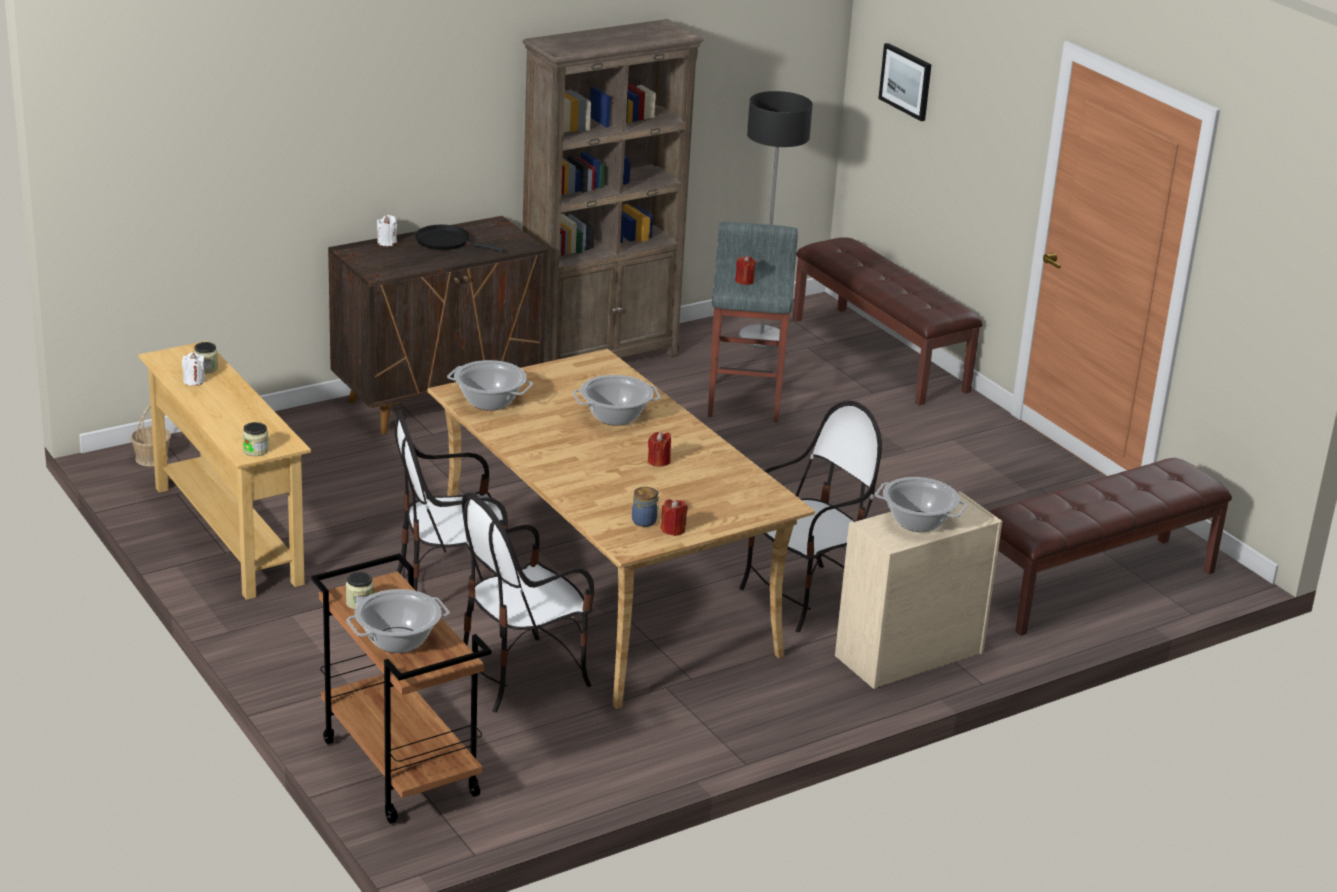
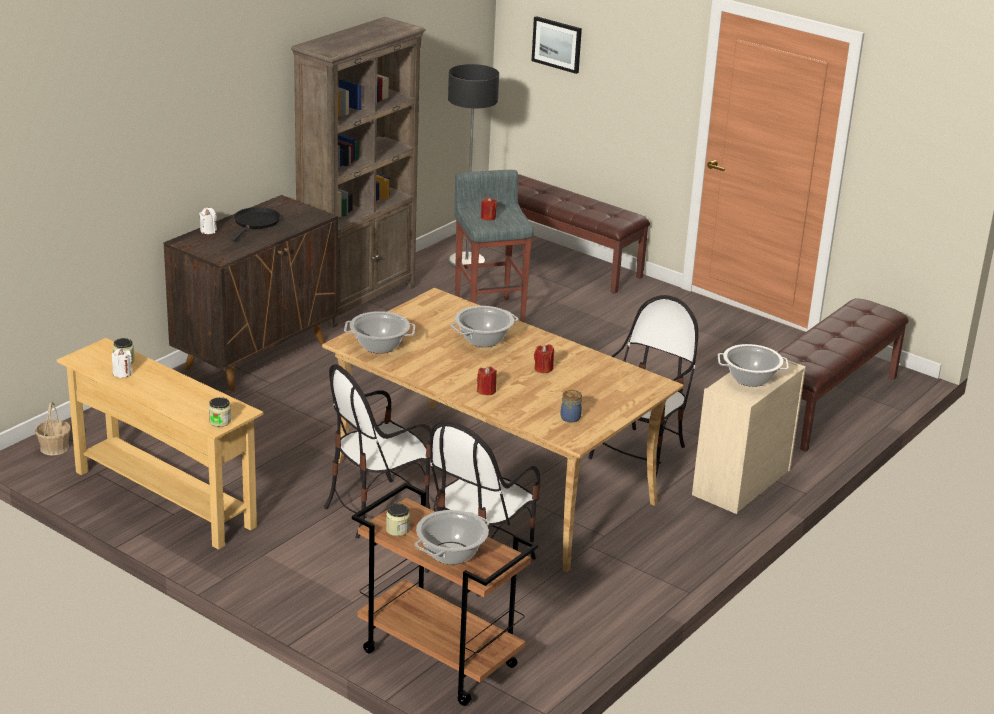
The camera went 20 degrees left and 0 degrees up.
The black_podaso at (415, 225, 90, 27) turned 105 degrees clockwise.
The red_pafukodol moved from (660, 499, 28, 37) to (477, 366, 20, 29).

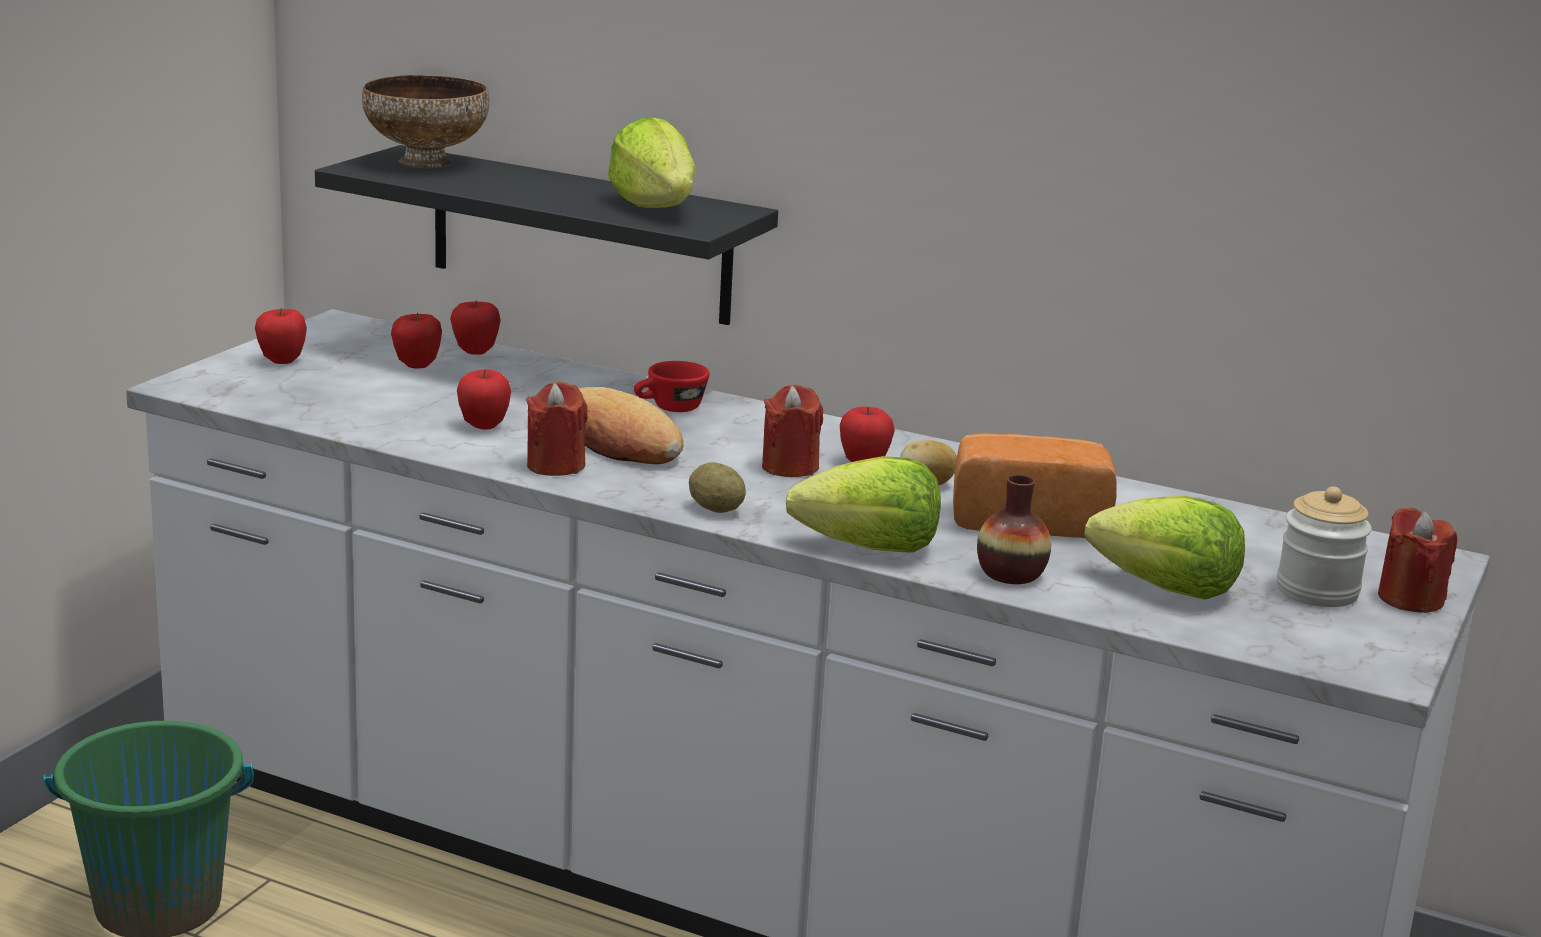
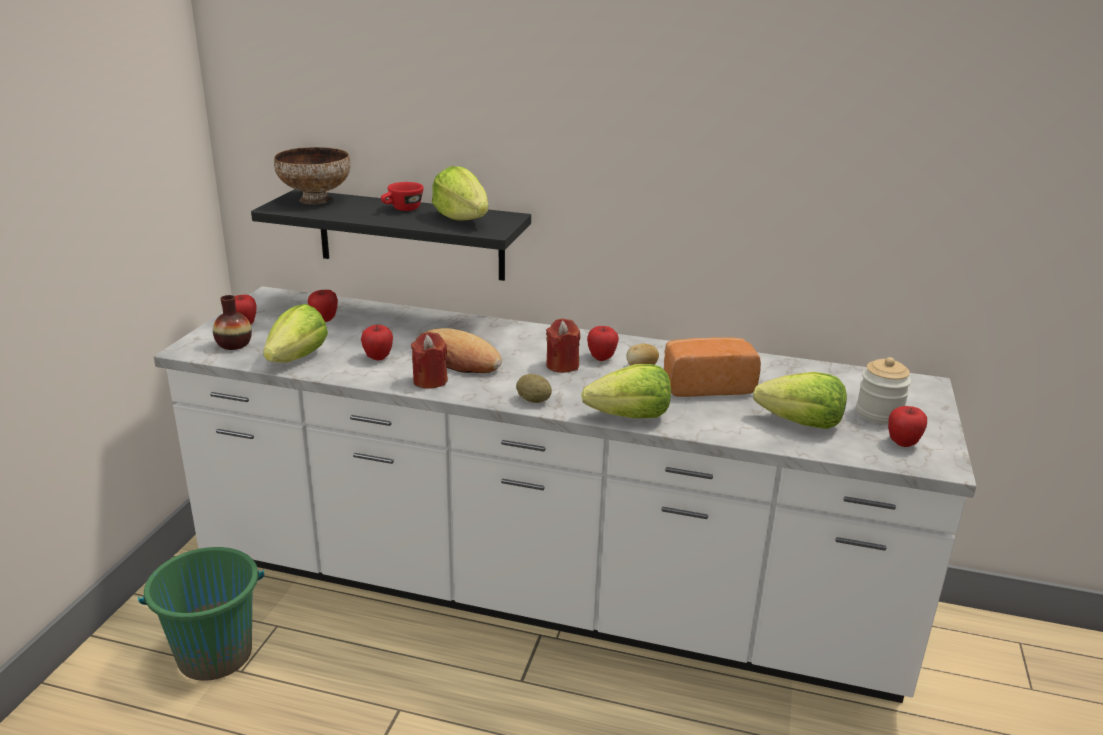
The camera went 10 degrees left and 5 degrees up.
The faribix moved from (450, 300, 51, 55) to (888, 406, 39, 41).
The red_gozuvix moved from (634, 361, 76, 51) to (381, 182, 43, 29).
The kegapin moved from (977, 475, 74, 109) to (213, 295, 39, 55).
The red_pafukodol at (1378, 507, 79, 106) disappeared.
The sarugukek at (263, 304, 65, 59) appeared.

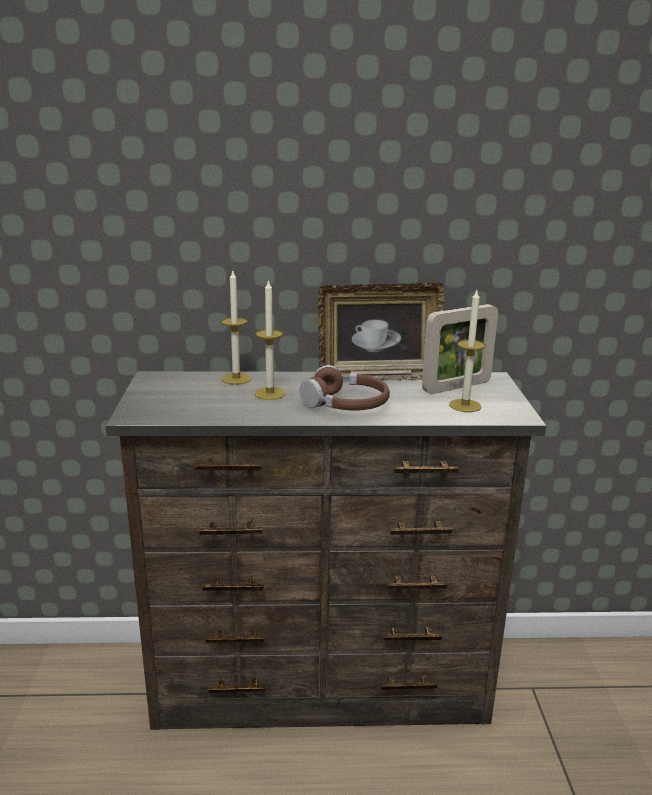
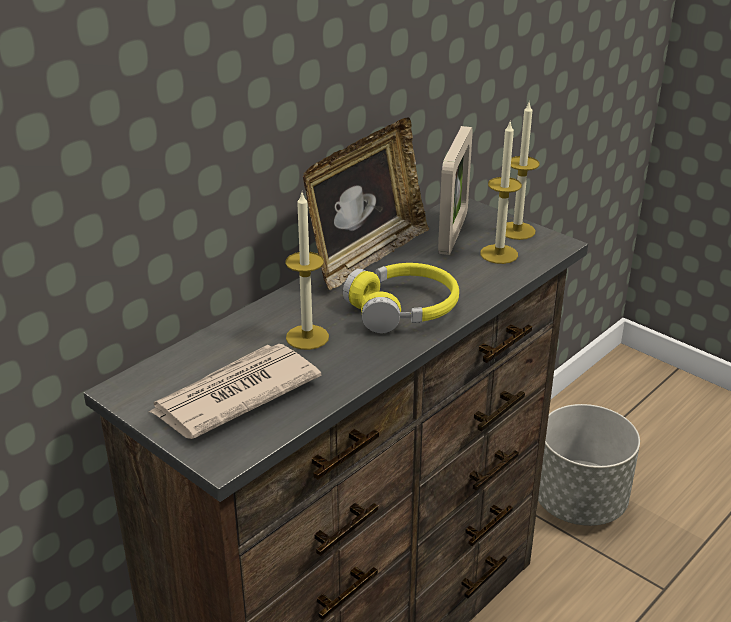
The camera went 45 degrees left and 10 degrees up.
The pafukodol moved from (222, 271, 29, 114) to (505, 103, 35, 137).
The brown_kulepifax at (300, 365, 90, 46) became the yellow_kulepifax at (343, 263, 116, 70).
The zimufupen at (149, 344, 172, 95) appeared.
The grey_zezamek at (538, 404, 102, 122) appeared.

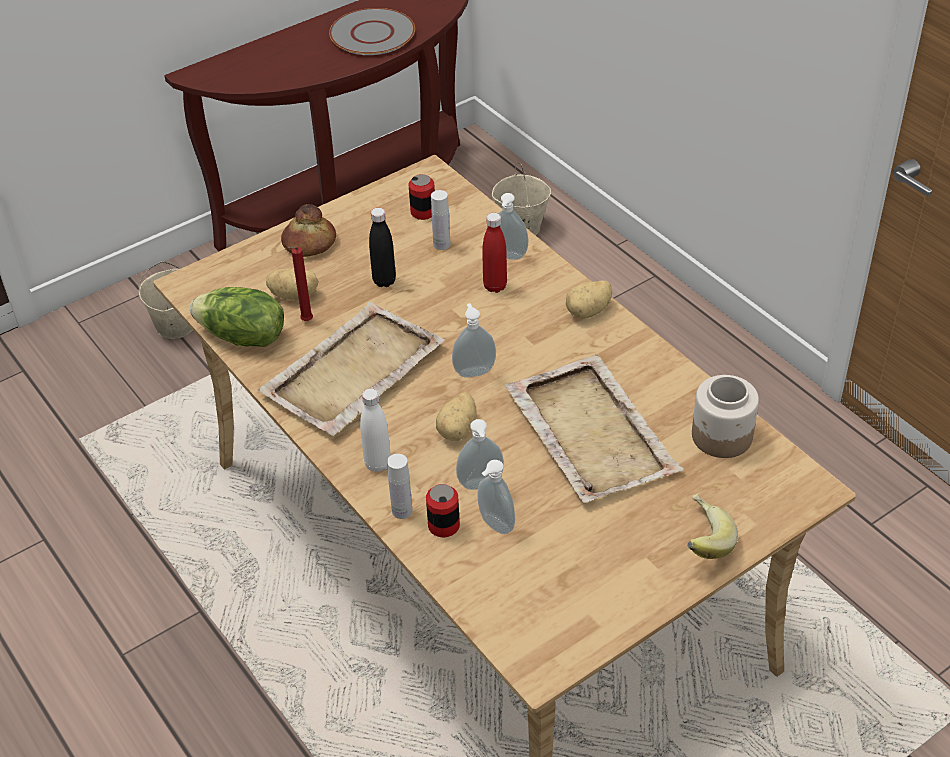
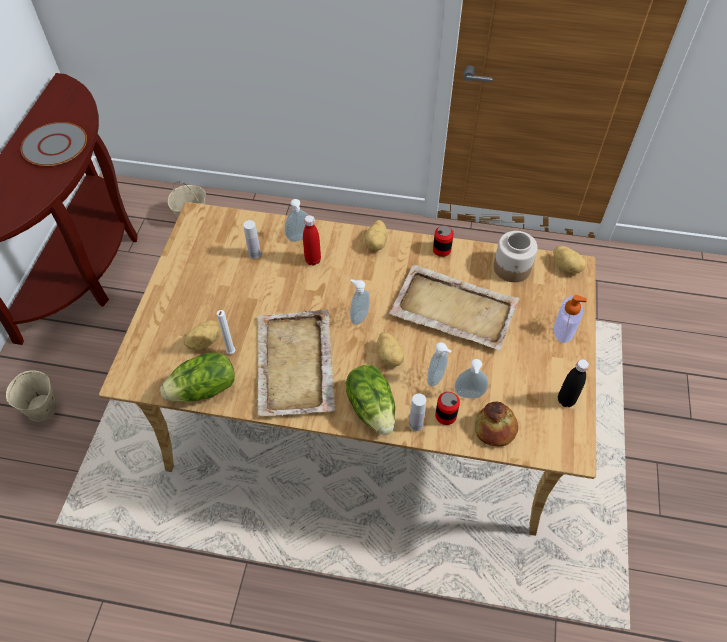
The camera went 45 degrees left and 10 degrees up.
The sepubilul moved from (281, 204, 55, 53) to (475, 402, 43, 44).
The red_pafukodol at (288, 247, 25, 74) became the white_pafukodol at (216, 310, 19, 44).
The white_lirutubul at (360, 388, 31, 84) was replaced by the sarugukek at (346, 365, 49, 70).
The black_lirutubul moved from (369, 208, 27, 79) to (558, 359, 31, 48).
The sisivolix moved from (409, 174, 26, 46) to (433, 226, 21, 31).
The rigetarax at (687, 494, 51, 65) was replaced by the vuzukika at (554, 295, 33, 48).
The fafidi at (553, 246, 33, 28) appeared.

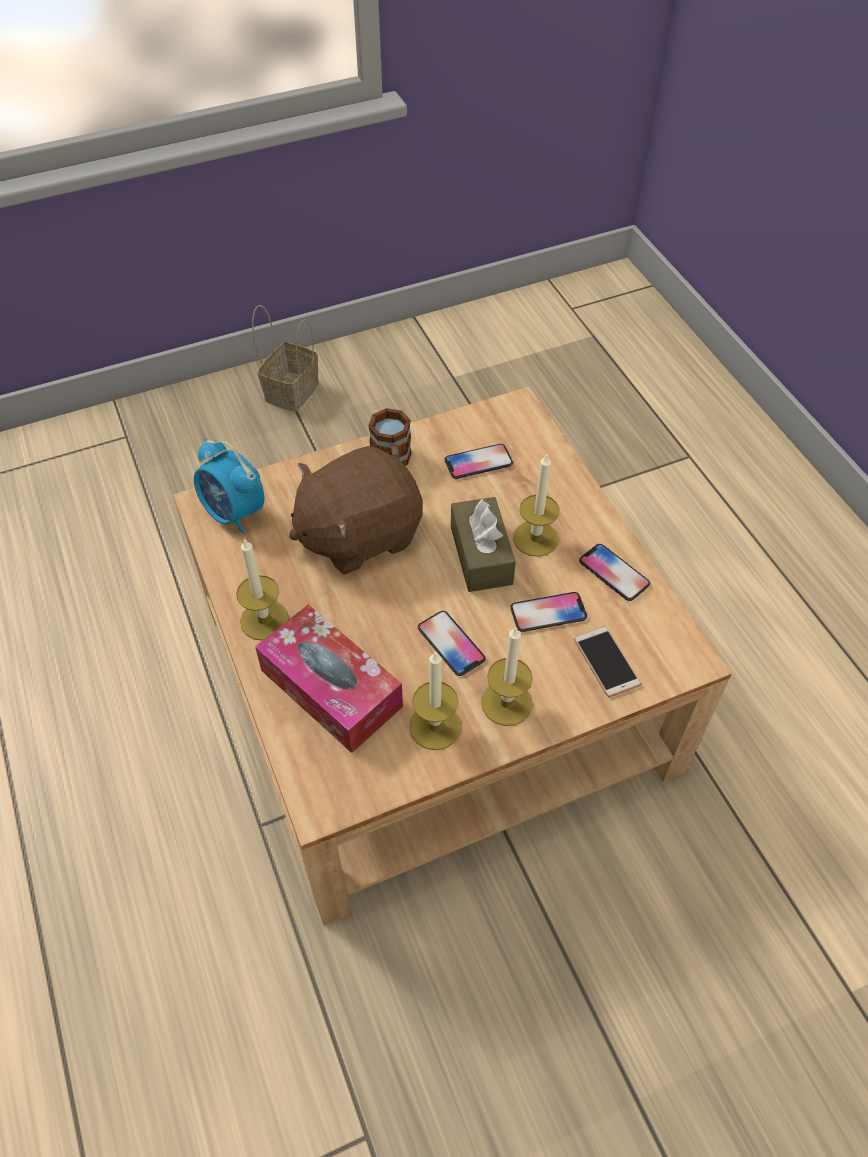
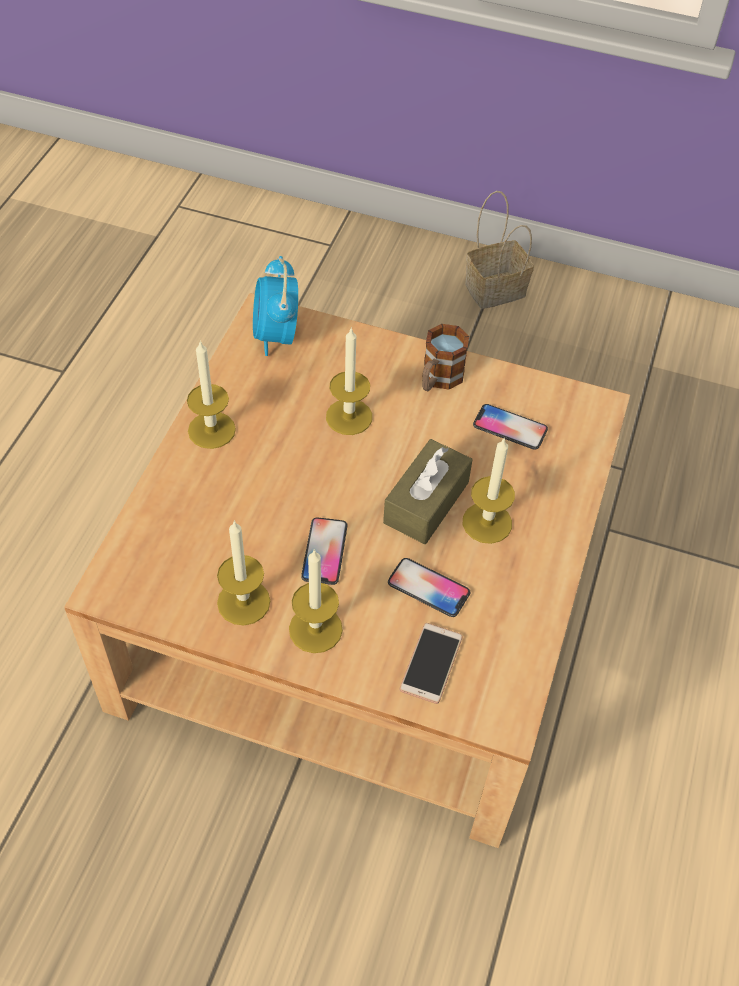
The camera went 40 degrees right and 0 degrees up.
The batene at (255, 605, 148, 148) disappeared.
The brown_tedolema at (289, 446, 134, 129) was replaced by the pafukodol at (326, 327, 46, 108).
The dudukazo at (579, 544, 71, 57) disappeared.

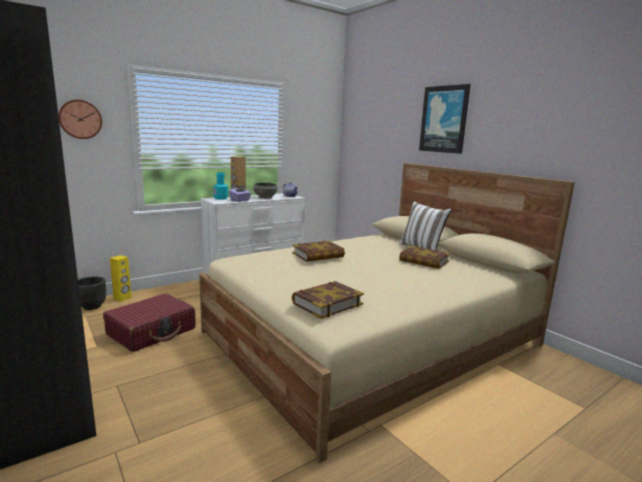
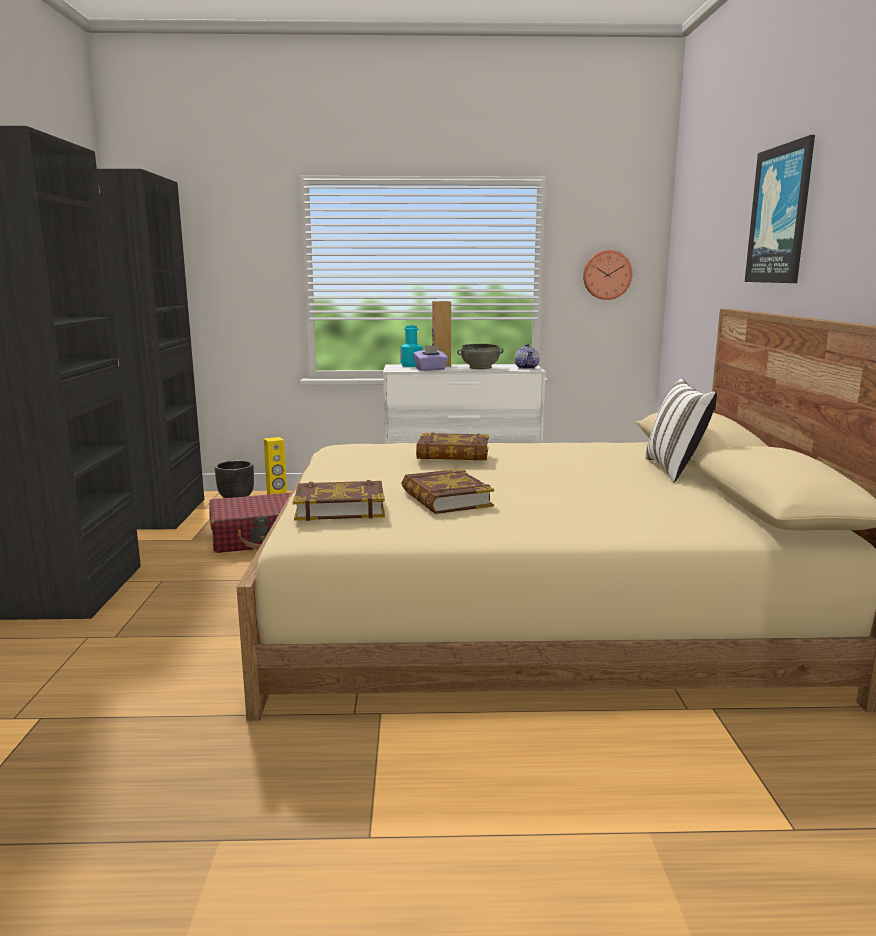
The camera went 35 degrees right and 0 degrees up.
The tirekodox moved from (58, 100, 44, 39) to (583, 250, 49, 50).
The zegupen moved from (399, 246, 51, 23) to (401, 469, 93, 45).

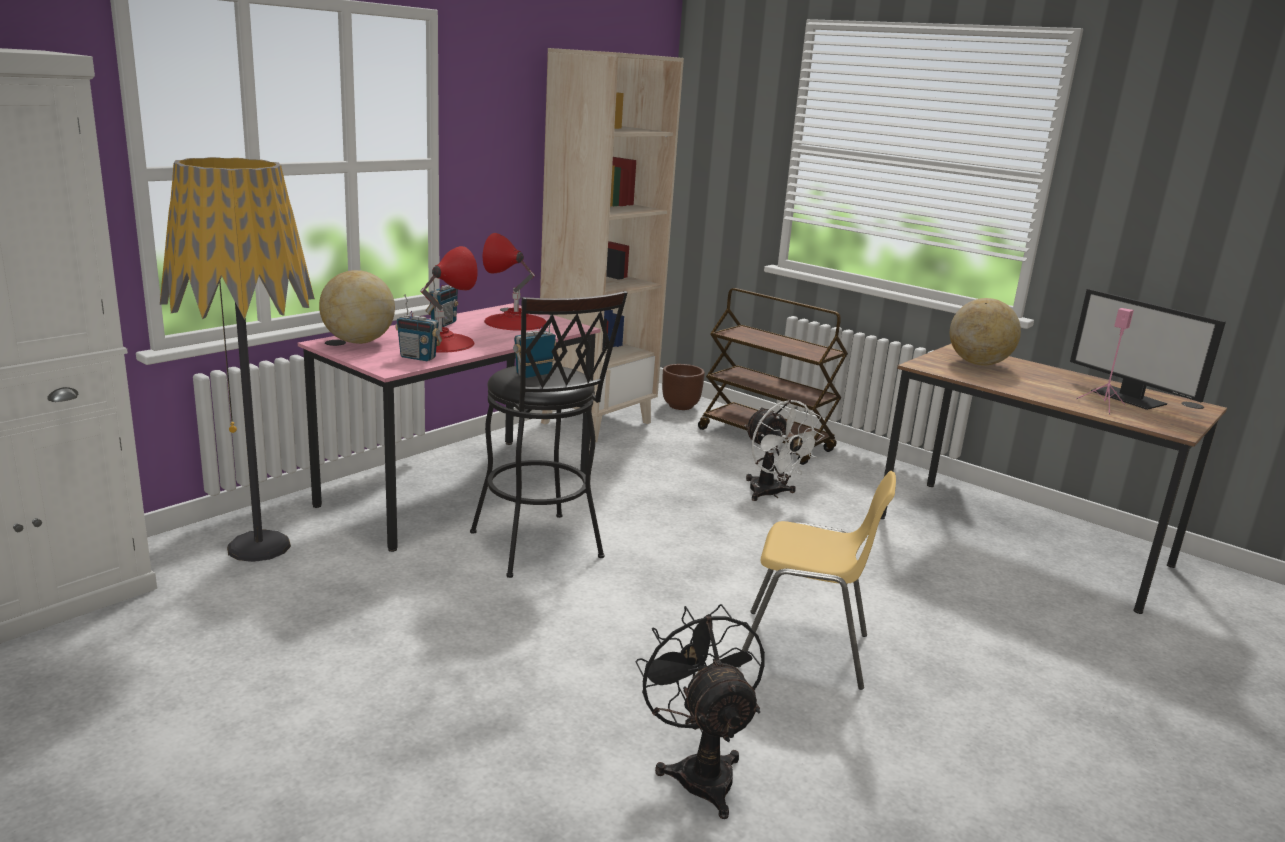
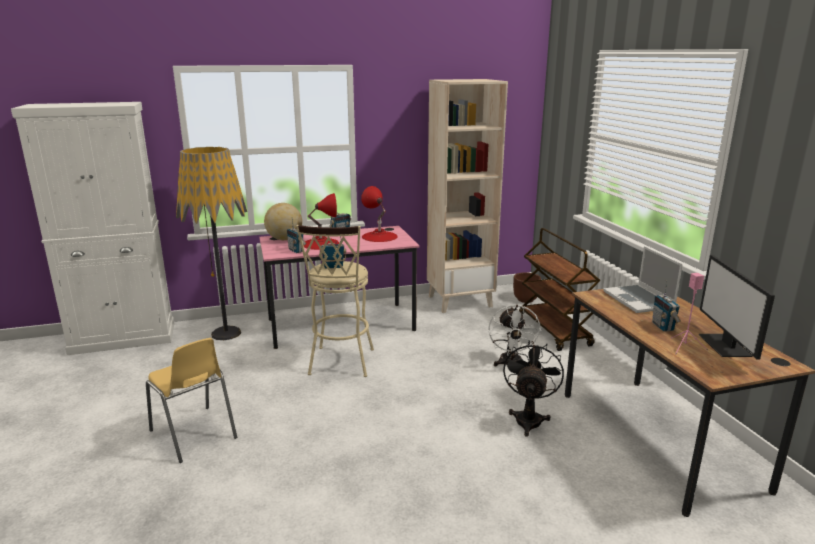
The camera went 35 degrees right and 0 degrees up.
The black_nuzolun at (470, 291, 157, 287) became the beige_nuzolun at (296, 225, 78, 152).
The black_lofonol moved from (636, 604, 129, 215) to (503, 340, 61, 97).
The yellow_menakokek moved from (738, 471, 158, 219) to (146, 338, 91, 125).
The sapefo at (950, 298, 71, 67) was replaced by the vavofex at (603, 246, 80, 67).
The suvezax at (652, 281, 29, 51) appeared.

